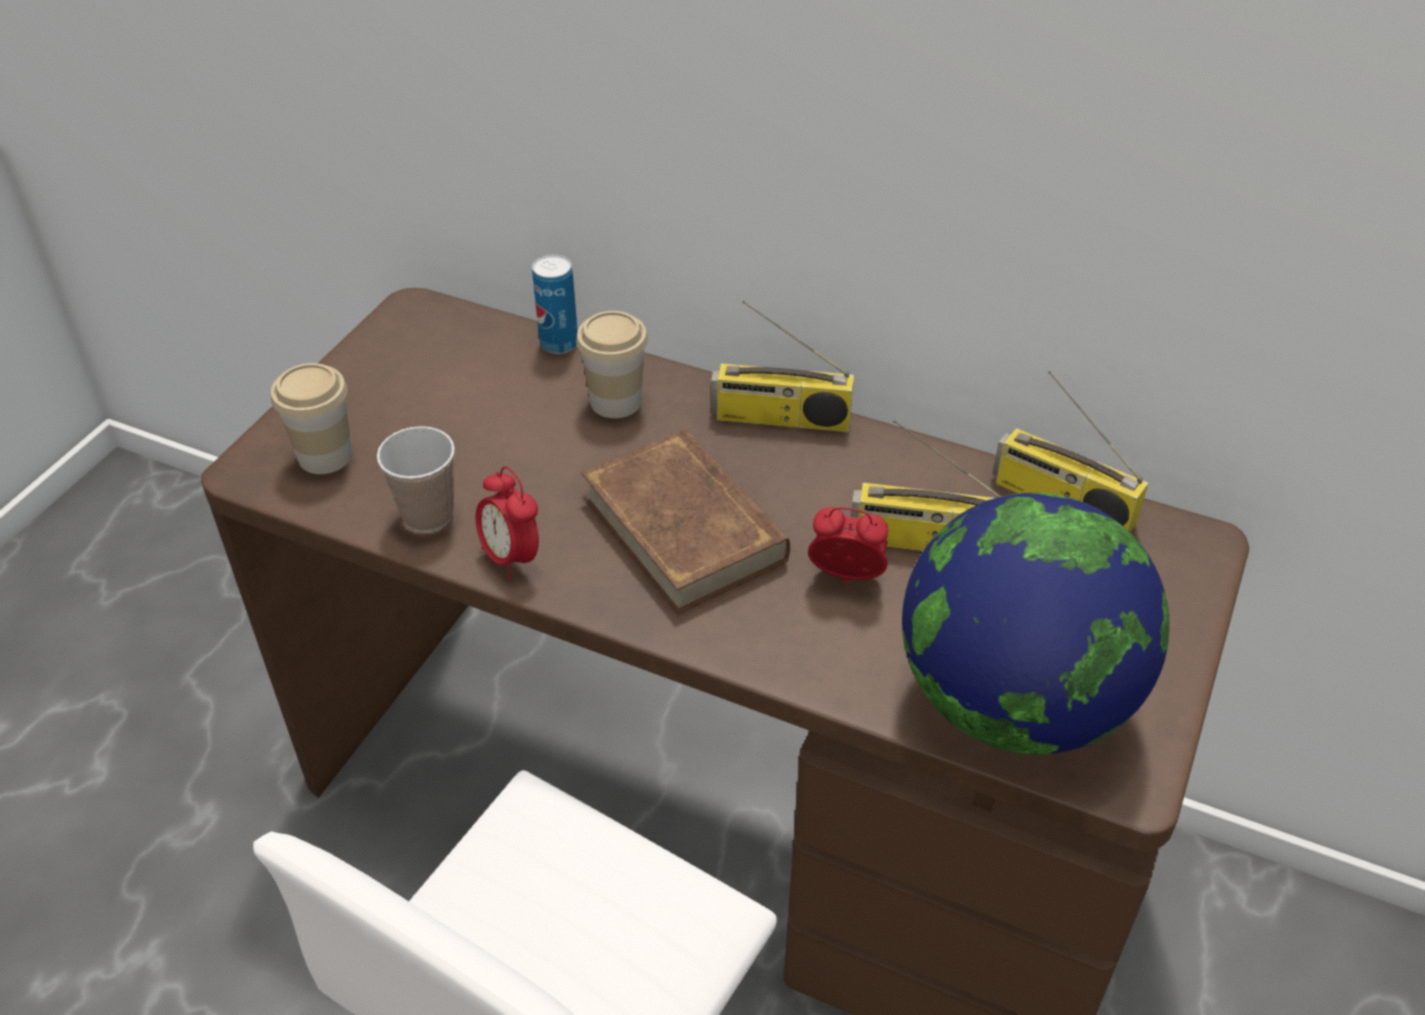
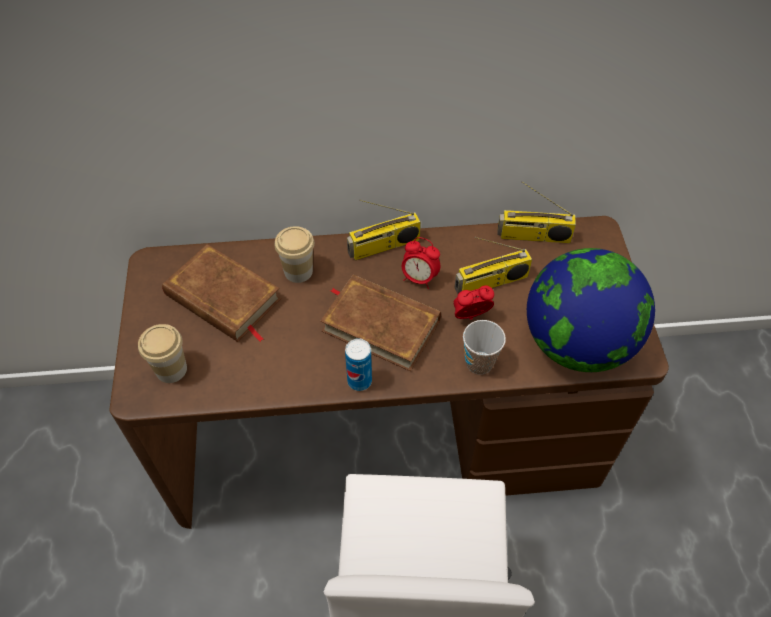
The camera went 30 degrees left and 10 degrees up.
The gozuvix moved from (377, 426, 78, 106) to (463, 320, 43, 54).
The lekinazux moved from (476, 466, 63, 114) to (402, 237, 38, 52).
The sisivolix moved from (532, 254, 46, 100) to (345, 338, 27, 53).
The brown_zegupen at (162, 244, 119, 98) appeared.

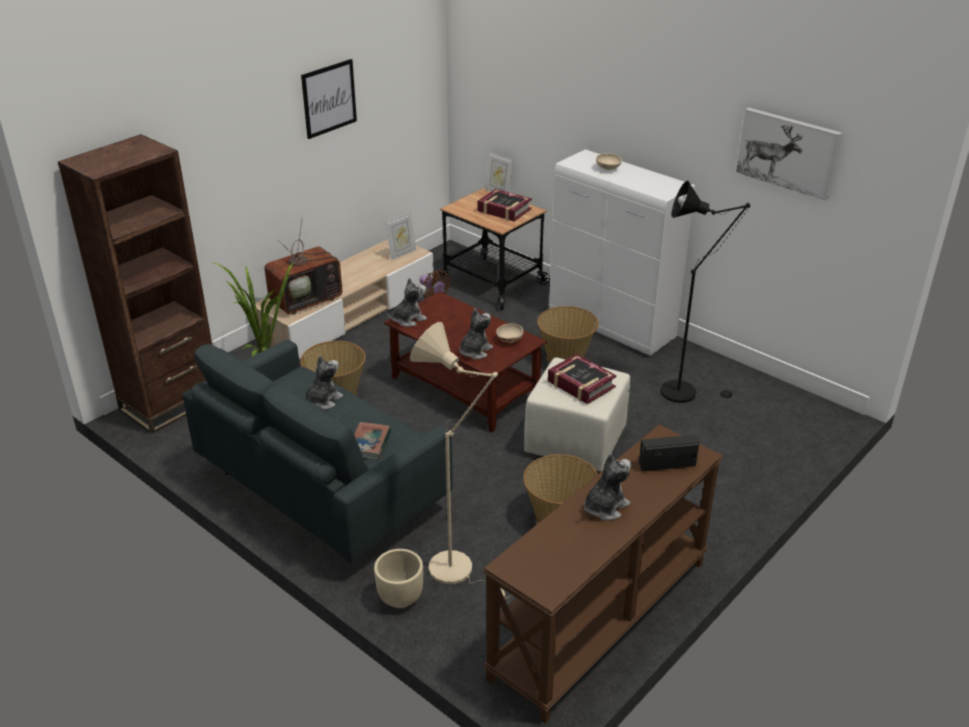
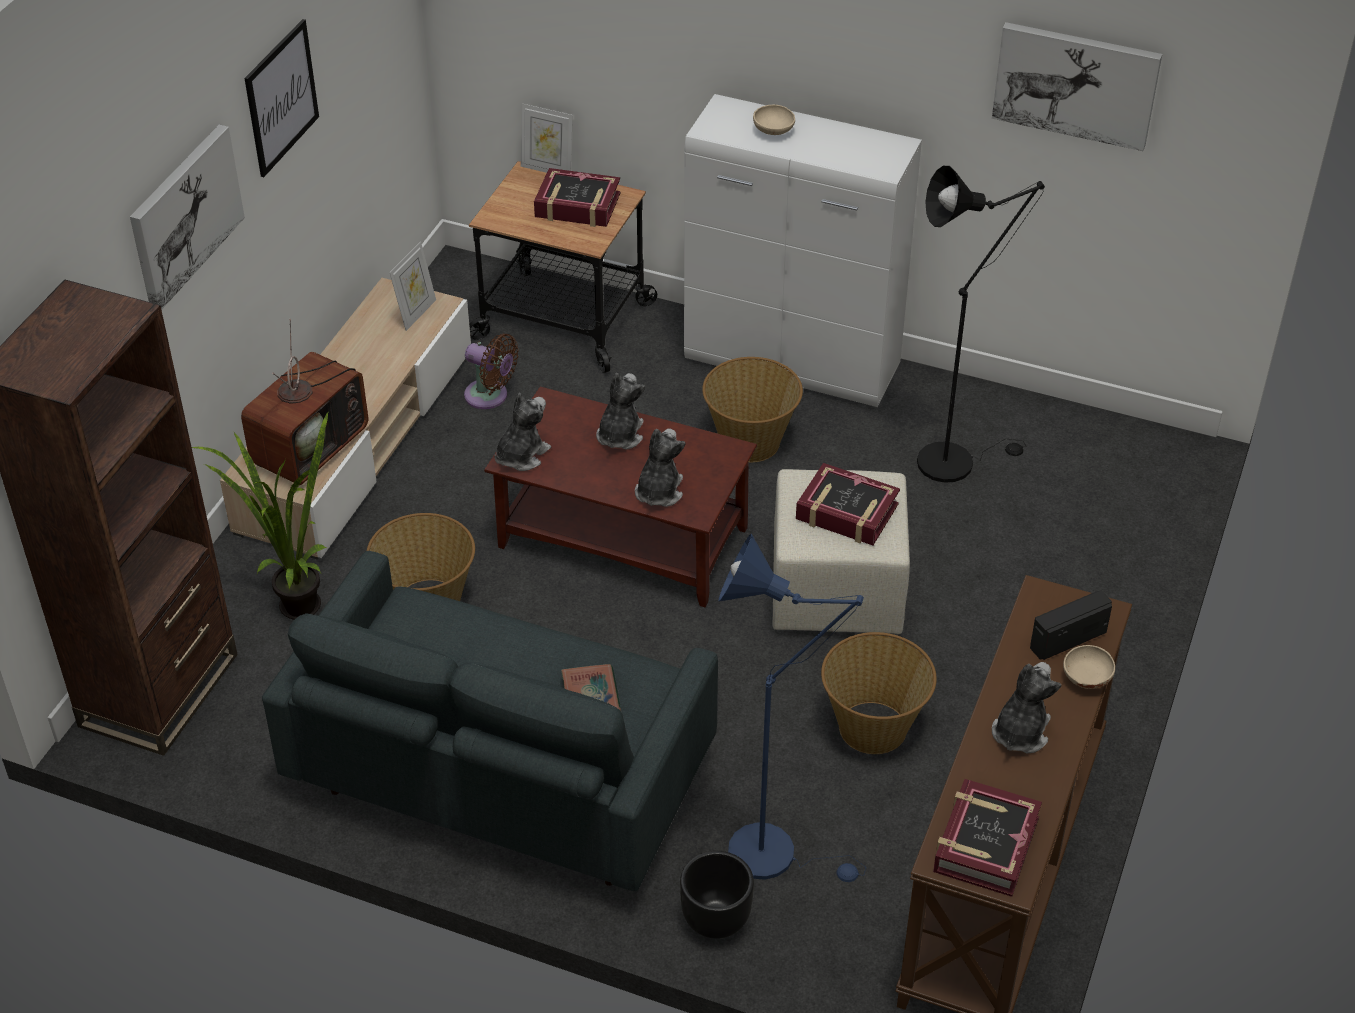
The camera went 20 degrees left and 10 degrees up.
The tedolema moved from (303, 356, 40, 54) to (596, 373, 49, 77).
The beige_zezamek at (374, 549, 49, 59) became the black_zezamek at (680, 851, 74, 88).
The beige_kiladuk at (410, 322, 101, 276) became the blue_kiladuk at (719, 534, 147, 348).
The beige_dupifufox moved from (496, 324, 27, 19) to (1063, 645, 52, 44).
The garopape at (130, 125, 115, 185) appeared.
The zegupen at (933, 779, 109, 118) appeared.

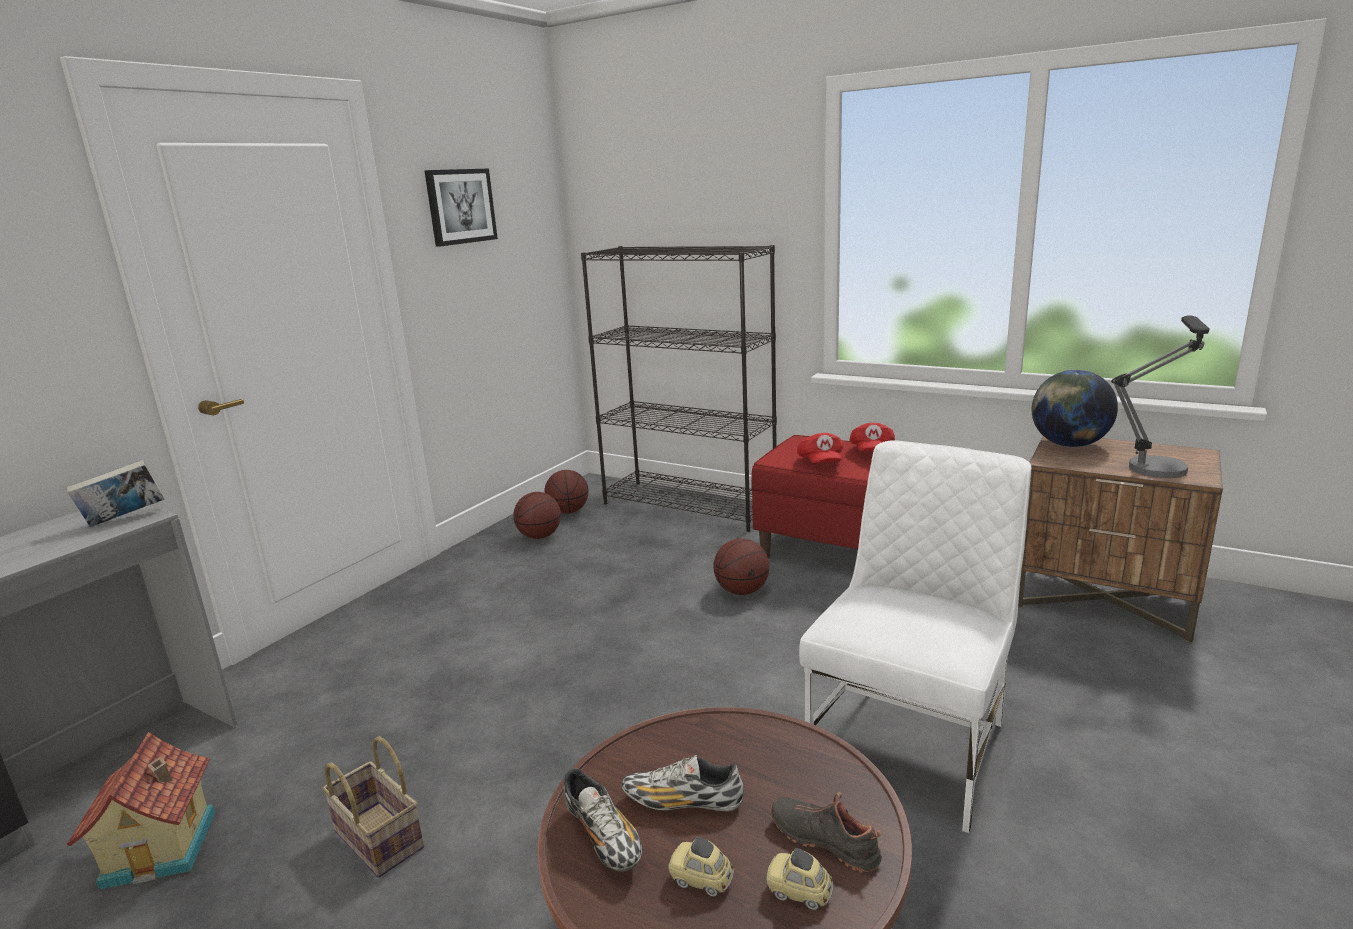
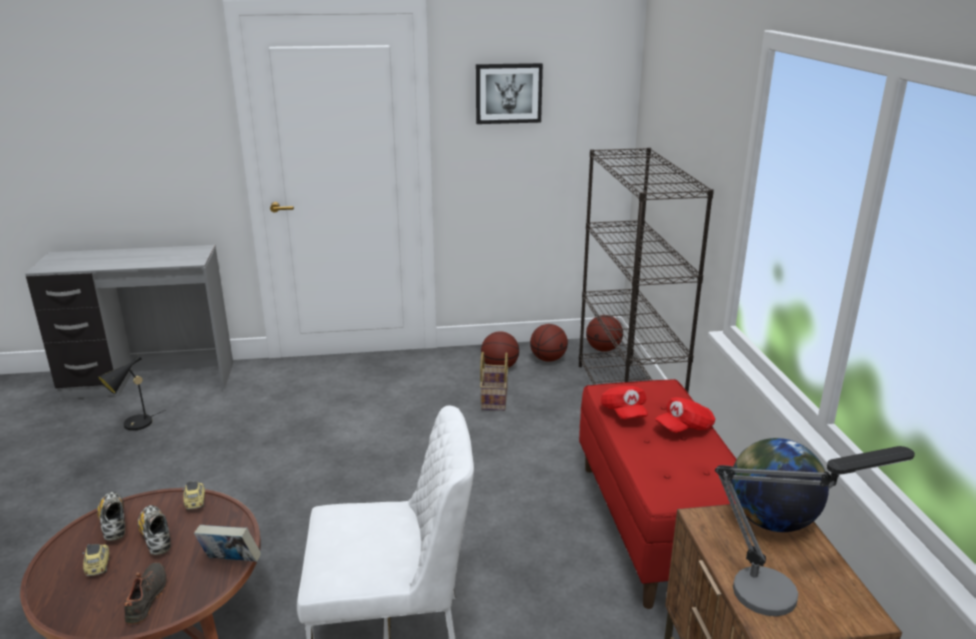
The camera went 50 degrees right and 5 degrees up.
The zegupen moved from (67, 460, 98, 67) to (194, 525, 67, 37).
The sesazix at (67, 732, 148, 158) was replaced by the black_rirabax at (98, 355, 67, 76).
The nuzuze moved from (322, 736, 102, 142) to (480, 352, 28, 59).
The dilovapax at (564, 768, 78, 104) turned 135 degrees clockwise.
The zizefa moved from (713, 539, 57, 56) to (586, 315, 37, 37).
The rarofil moved from (766, 848, 67, 62) to (182, 481, 23, 29).
The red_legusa at (797, 433, 46, 31) turned 60 degrees counterclockwise.

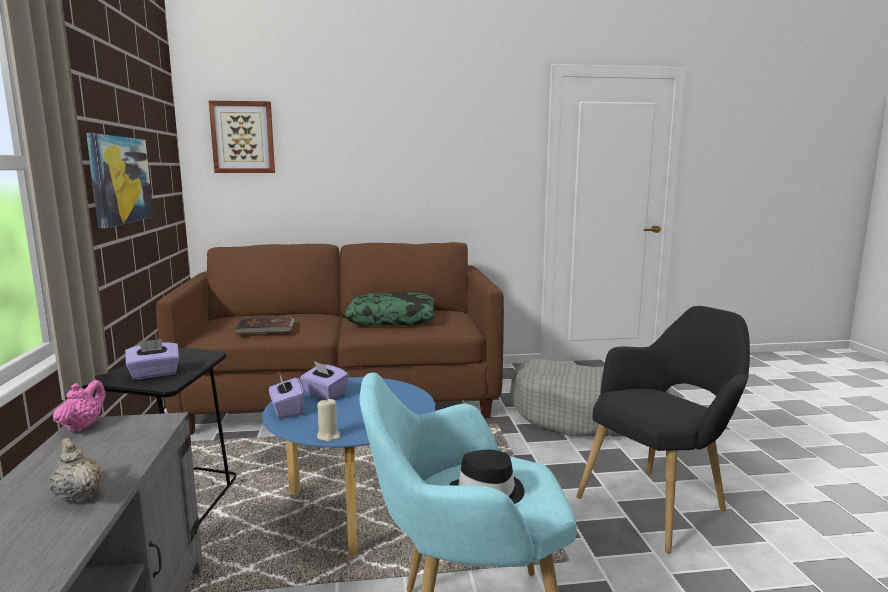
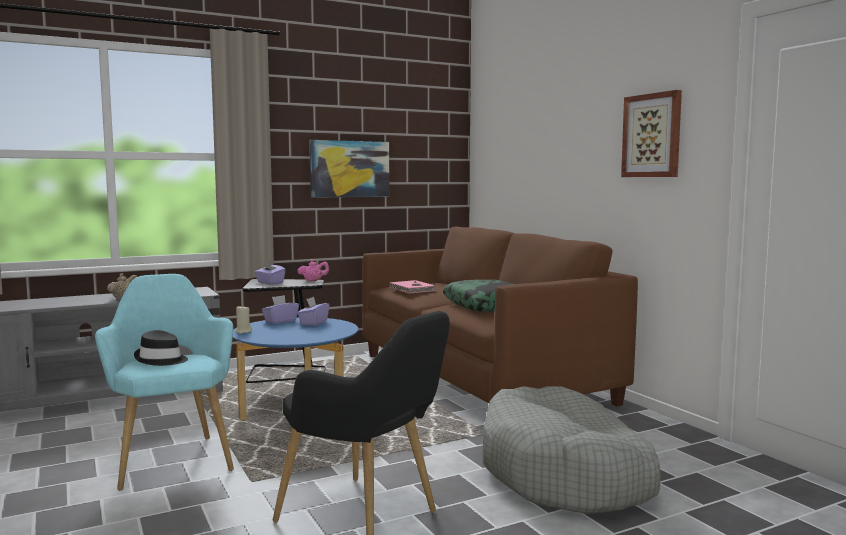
The camera went 70 degrees right and 5 degrees down.
The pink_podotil moved from (53, 380, 53, 52) to (297, 259, 32, 22).
The garopape moved from (209, 101, 66, 72) to (621, 90, 61, 87).
The brown_zegupen at (235, 316, 59, 18) became the pink_zegupen at (389, 280, 47, 13).

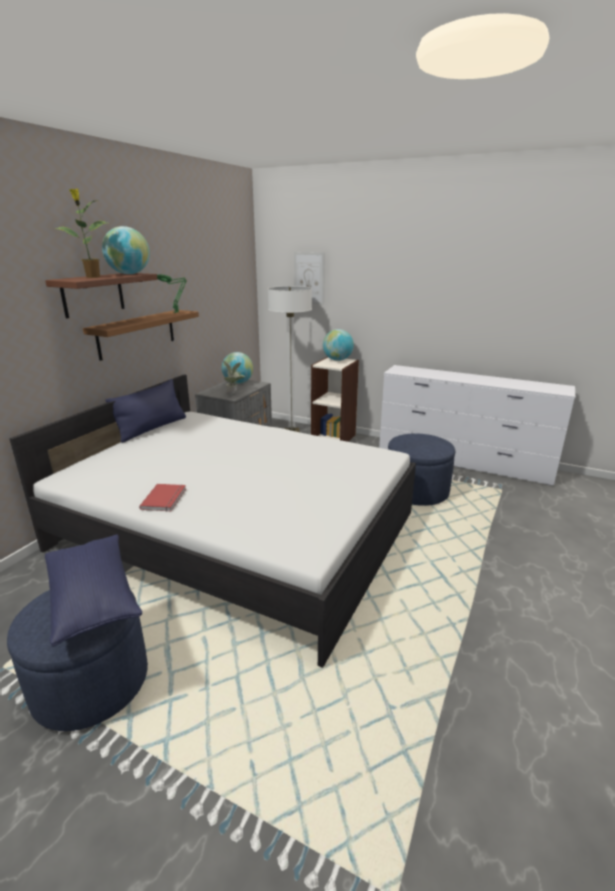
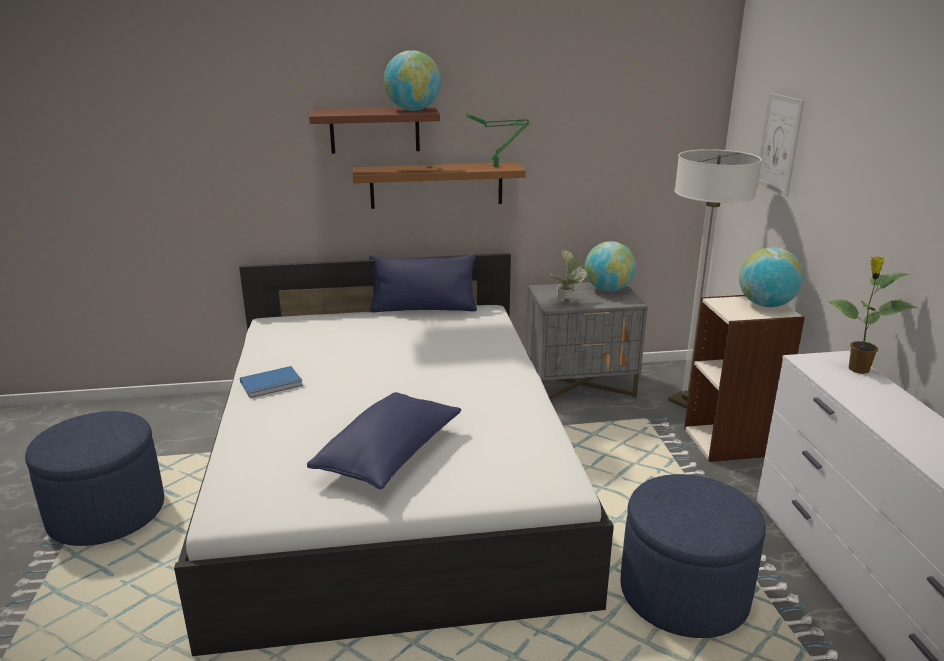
The camera went 55 degrees right and 0 degrees up.
The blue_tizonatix moved from (45, 535, 97, 112) to (307, 392, 154, 97).
The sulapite moved from (55, 189, 52, 89) to (828, 256, 88, 118).
The red_zegupen at (139, 484, 47, 28) became the blue_zegupen at (240, 366, 63, 32).

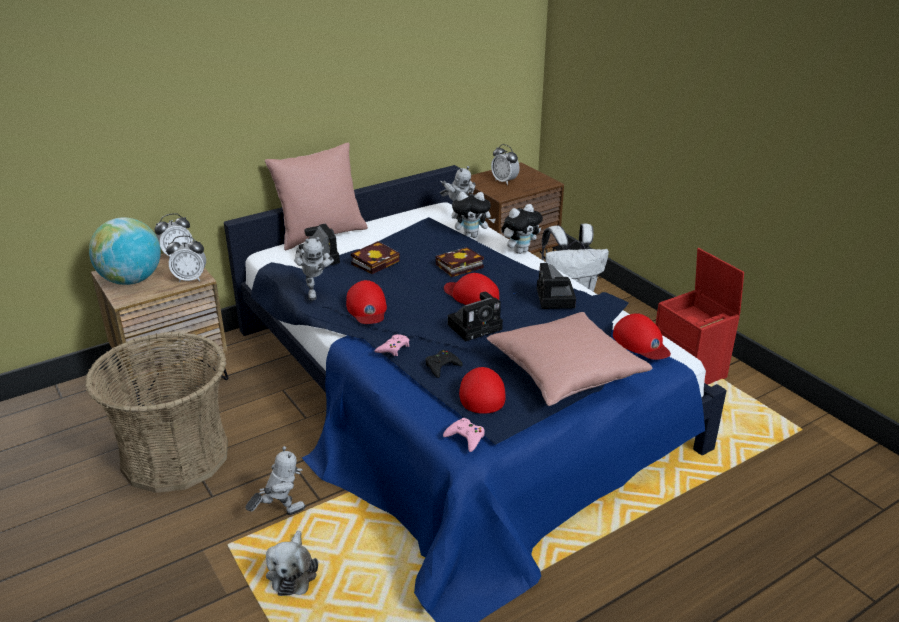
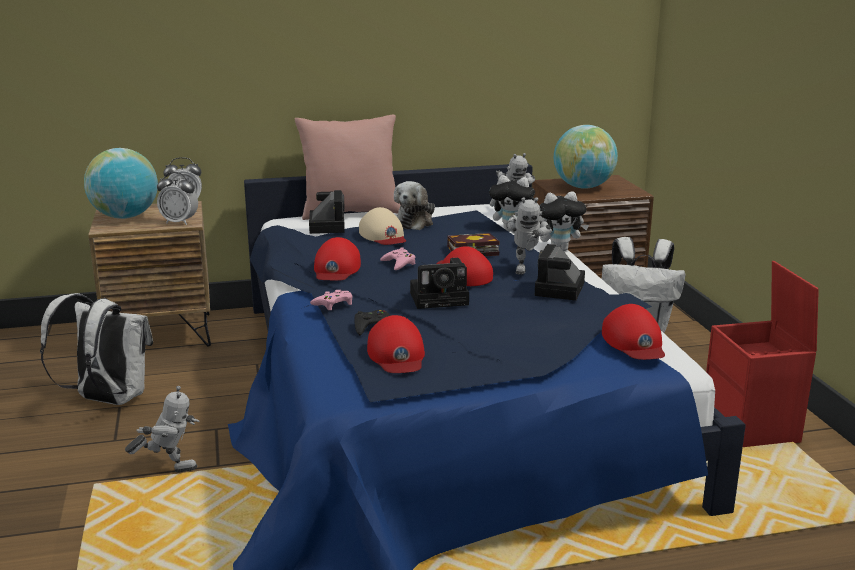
The camera went 20 degrees right and 10 degrees down.
The nuzuze at (85, 332, 143, 161) was replaced by the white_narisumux at (40, 293, 113, 112).
The tedolema moved from (266, 531, 52, 65) to (394, 181, 41, 49).
The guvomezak moved from (294, 237, 40, 63) to (506, 197, 46, 78).
The zegupen at (351, 241, 49, 33) was replaced by the beige_legusa at (359, 207, 47, 38).
The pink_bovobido moved from (443, 418, 42, 34) to (380, 247, 36, 23).
The red_legusa at (459, 367, 47, 47) turned 150 degrees clockwise.
The pink_tizonatix at (486, 312, 166, 94) disappeared.
The lekinazux at (491, 144, 29, 41) was replaced by the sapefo at (554, 125, 64, 64).

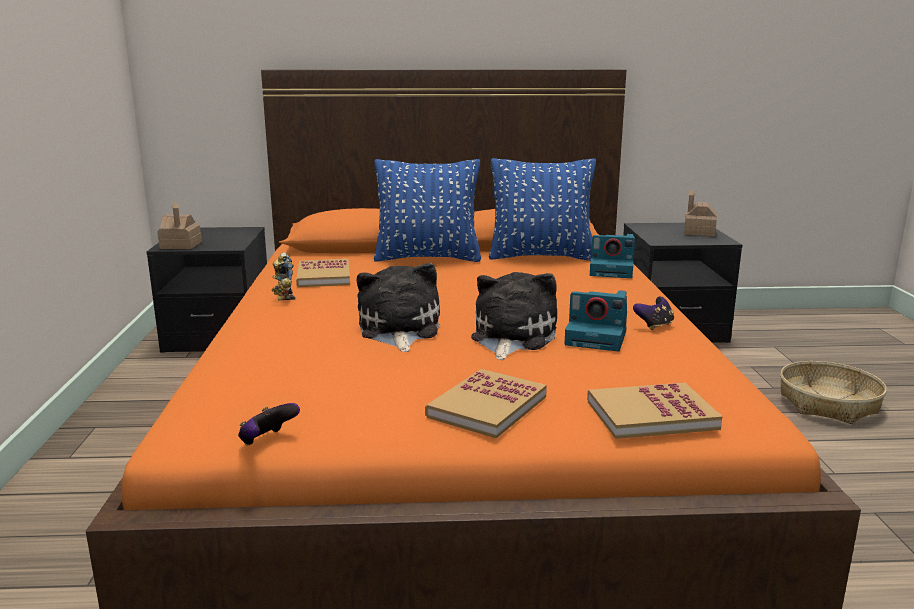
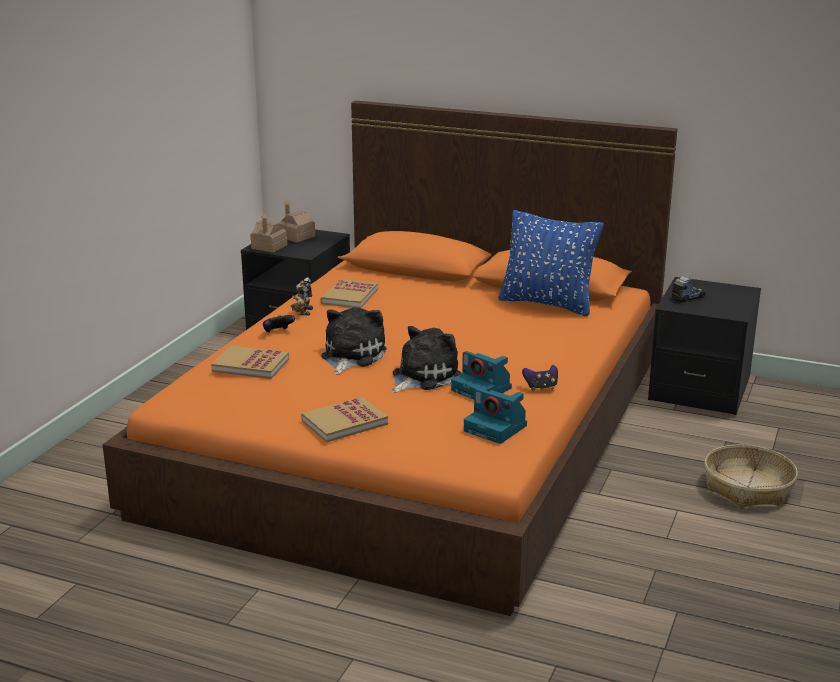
The camera went 25 degrees right and 5 degrees up.
The bovobido moved from (238, 403, 62, 43) to (263, 315, 32, 18).
The blue_tizonatix at (374, 159, 107, 103) disappeared.
The zegupen moved from (587, 383, 135, 56) to (211, 346, 78, 33).
The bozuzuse moved from (590, 234, 45, 44) to (464, 388, 63, 56).
The sesazix moved from (684, 189, 33, 48) to (279, 200, 36, 43).
The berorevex at (672, 276, 33, 26) appeared.

